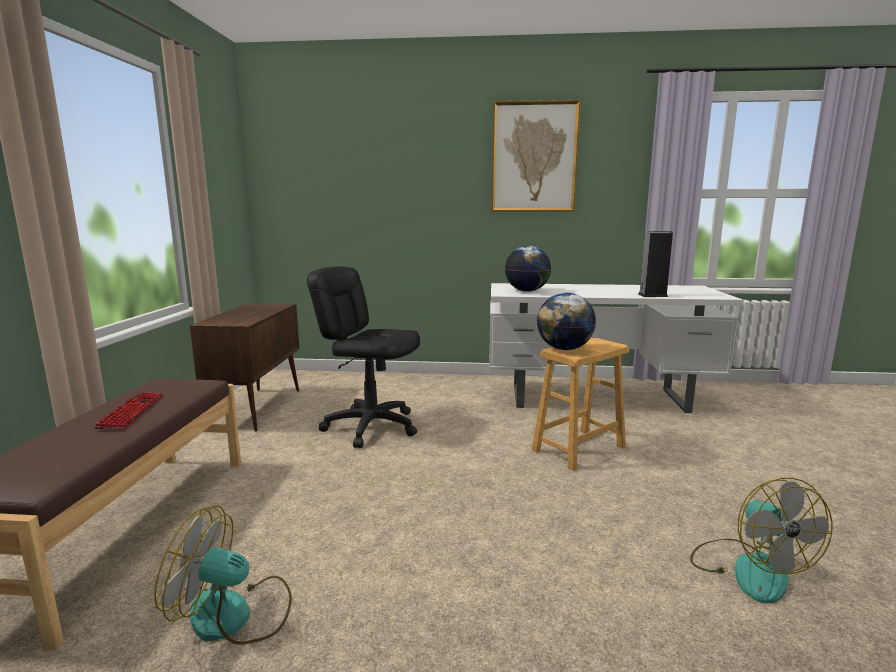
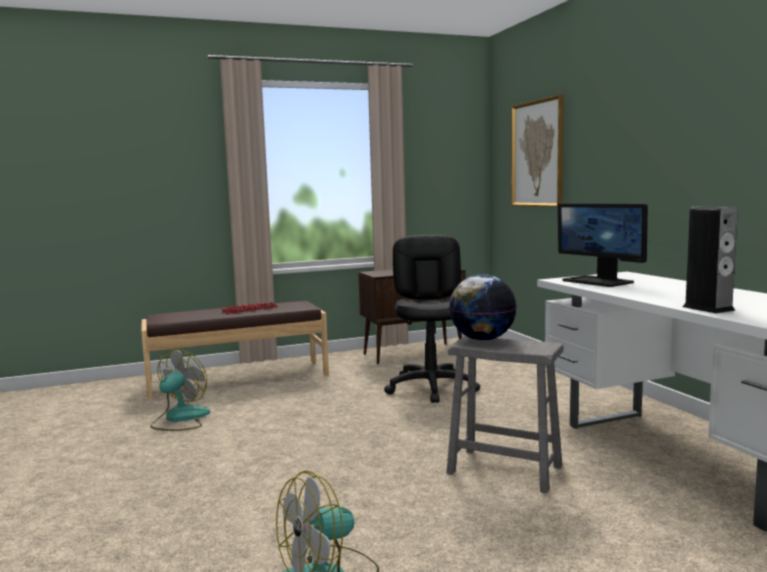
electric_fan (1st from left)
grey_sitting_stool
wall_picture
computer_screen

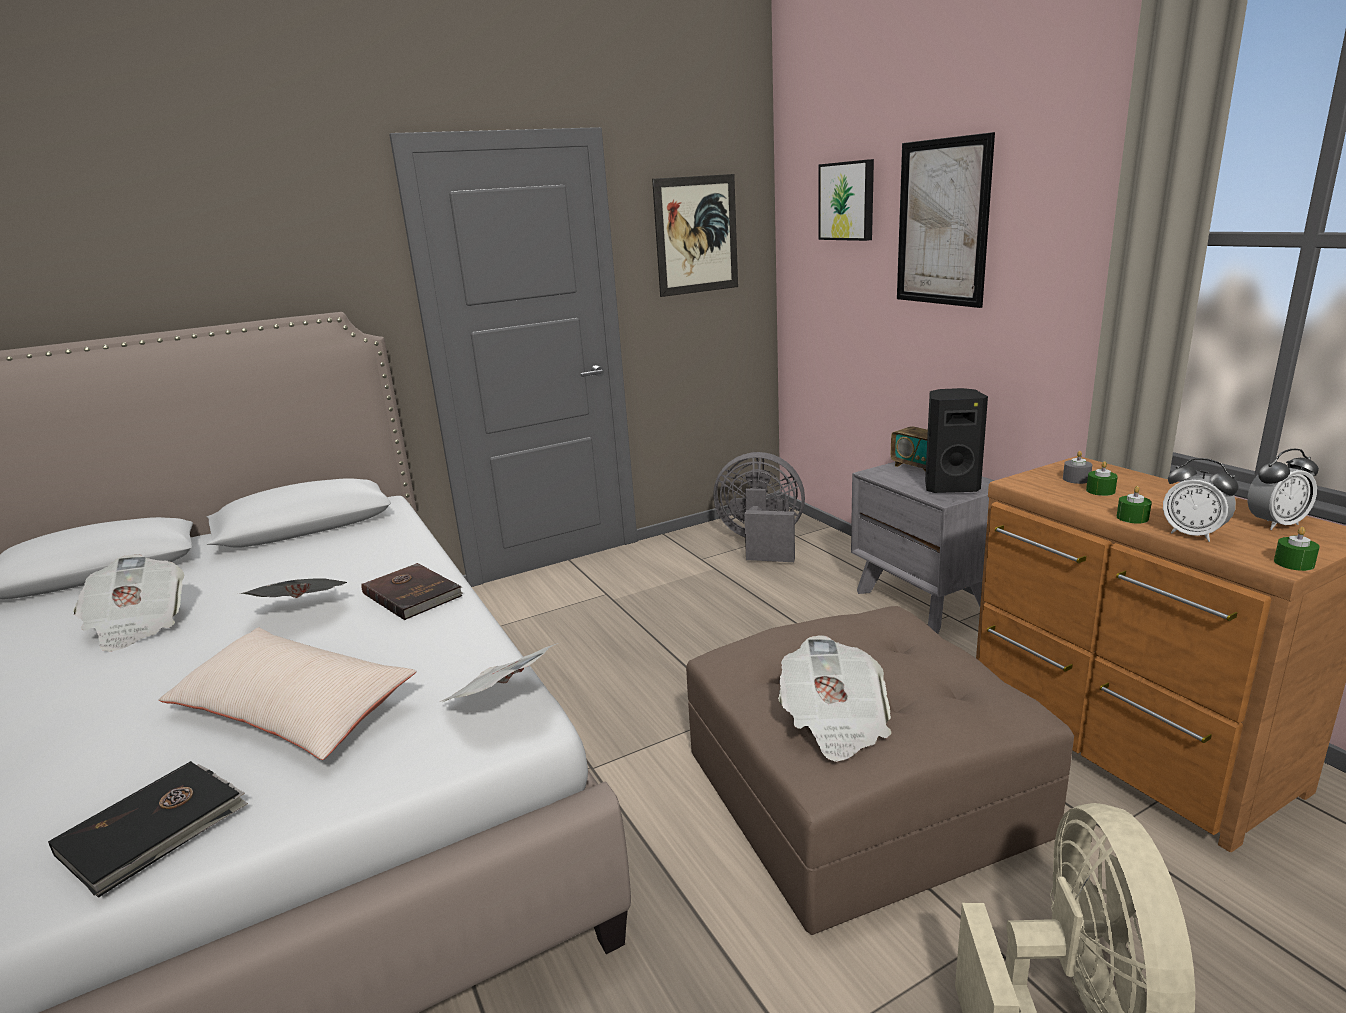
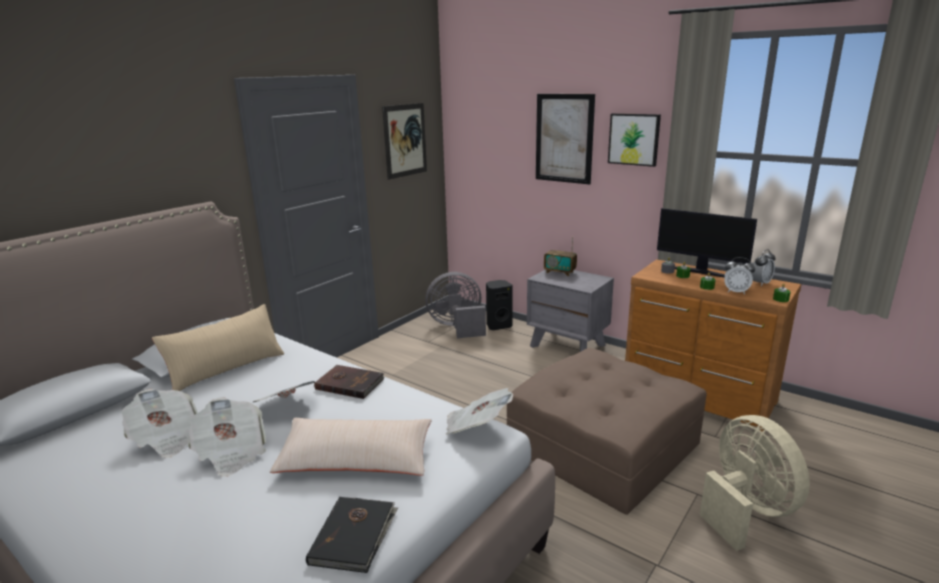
beige-coloured_throw_pillow (1st from left)
daily_paper (2nd from left)
blackish_loudspeaker
wall_picture (3rd from left)
computer_screen

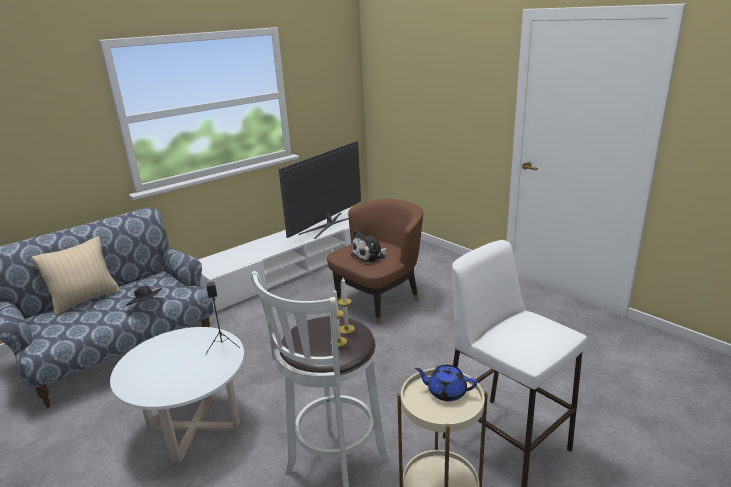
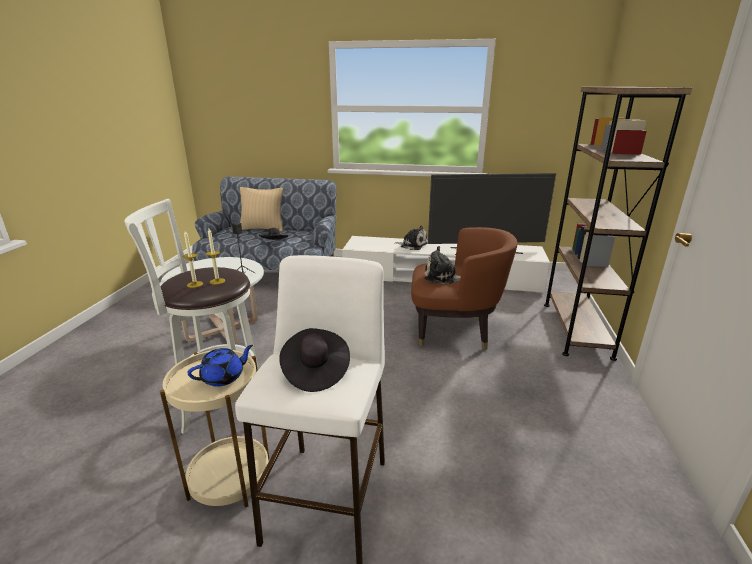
bluish_teapot
blackish_clothing_hat (2nd from left)
plush_toy (1st from left)
brownish_shelving_unit

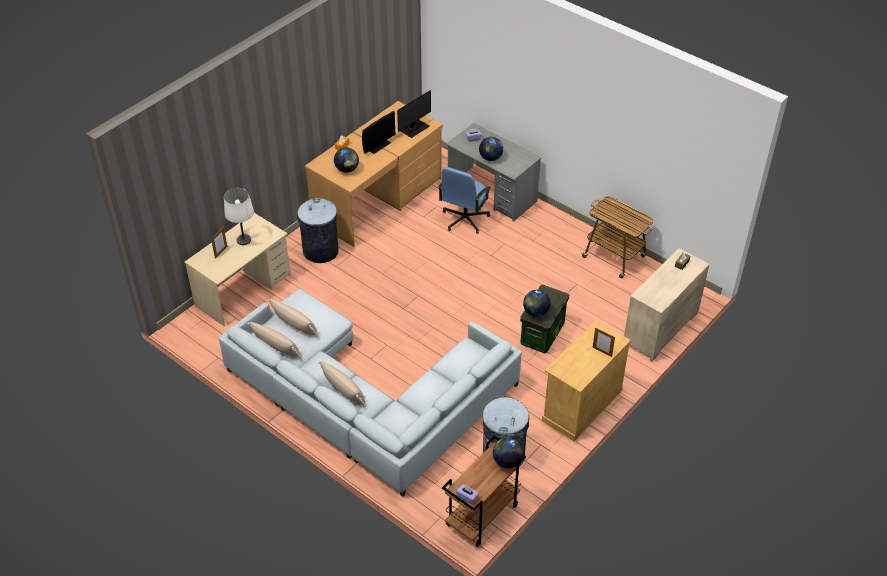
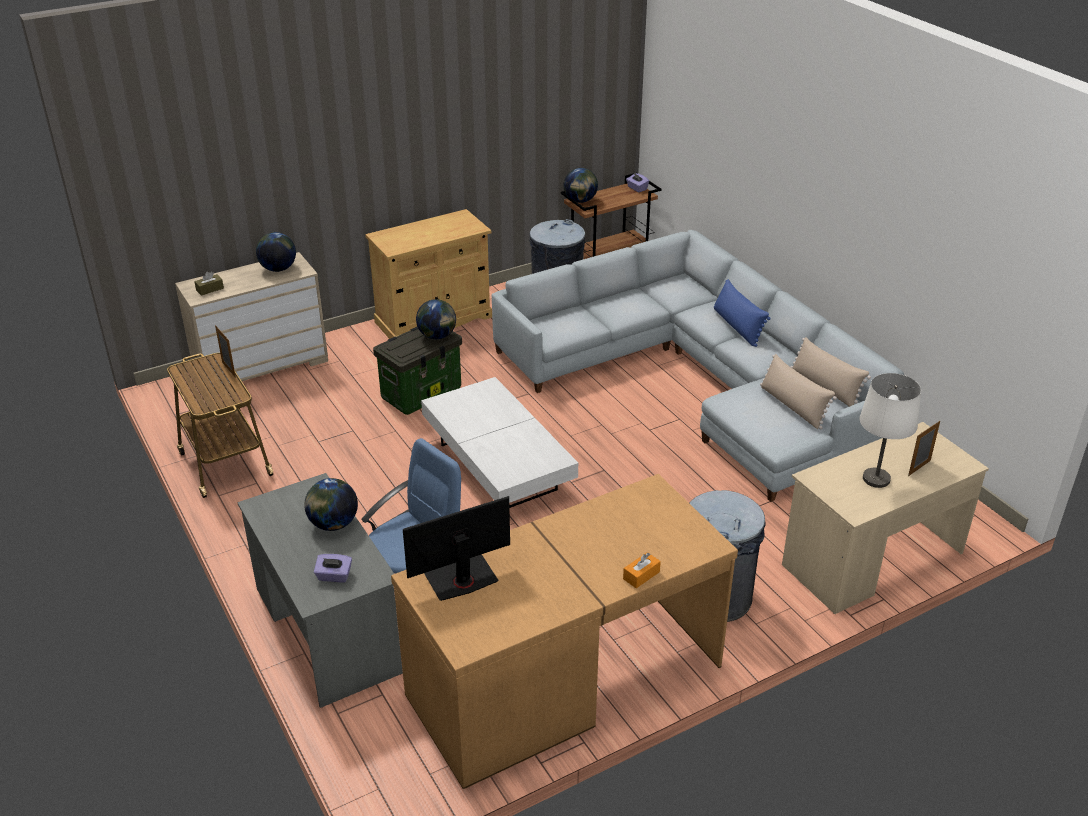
standing_frame (1st from left)
globe (1st from left)
white_coffee_table
bluish_throw_pillow
computer_screen (1st from left in the first image)

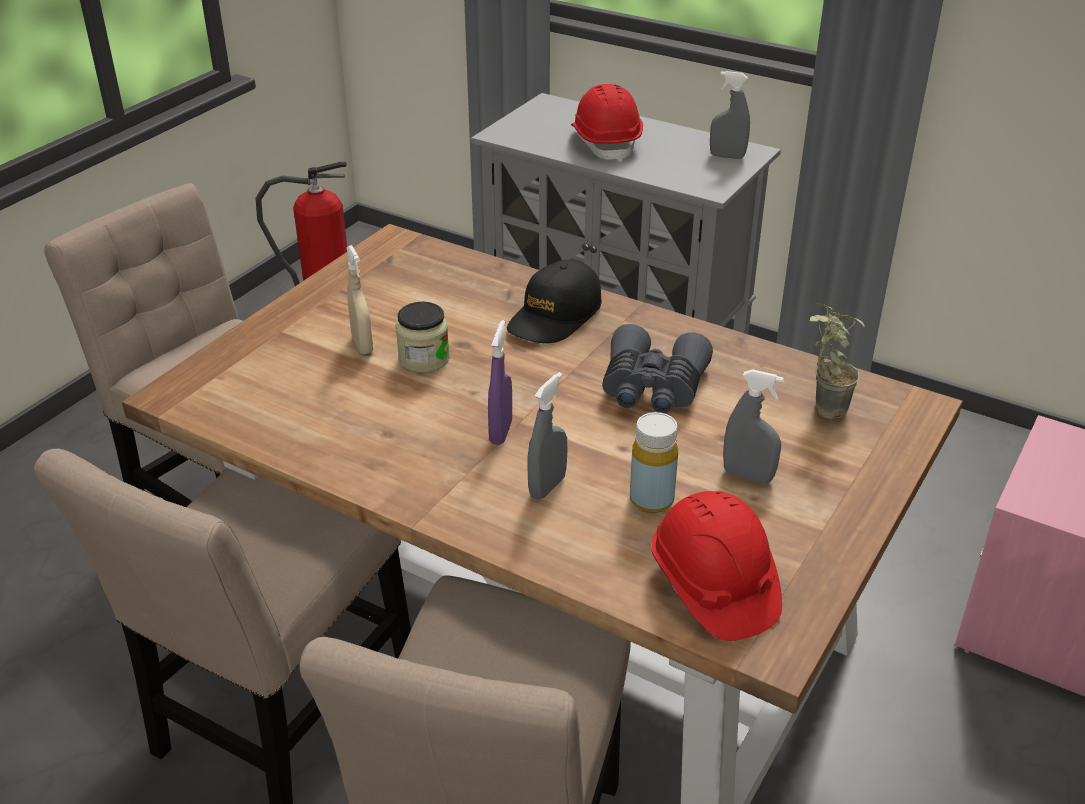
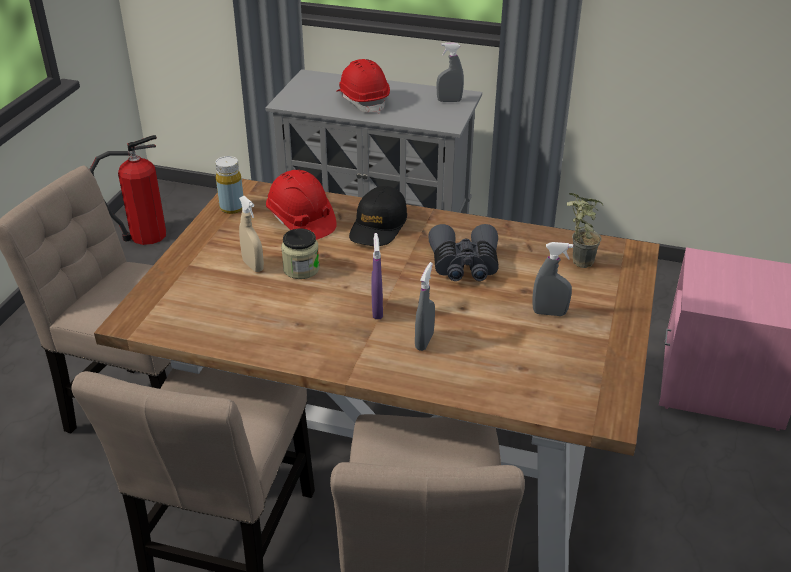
yellow_drink_bottle
red_safety_helmet (1st from left)

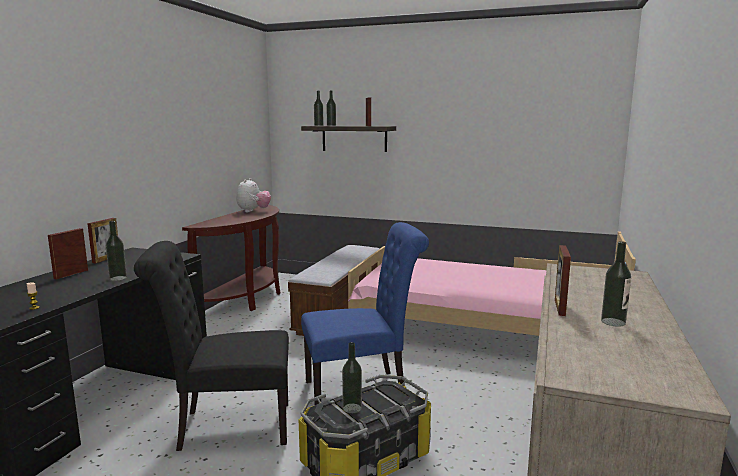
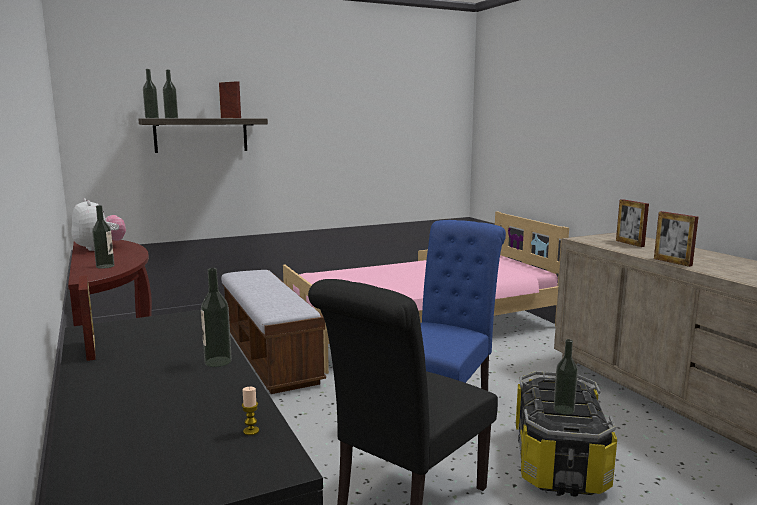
drink_bottle (1st from left)
standing_frame (3rd from left)

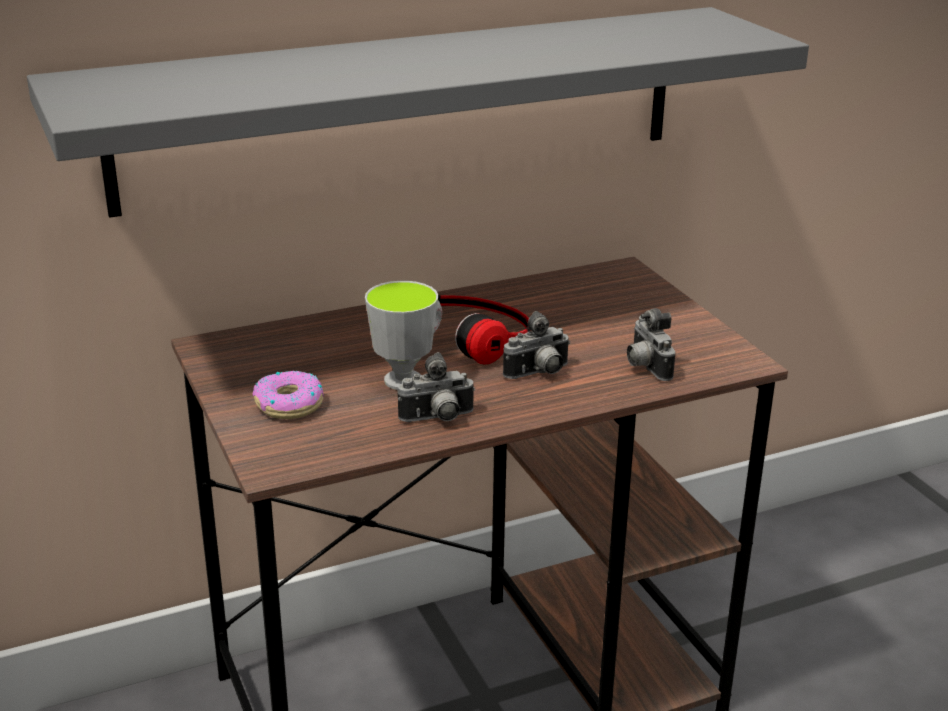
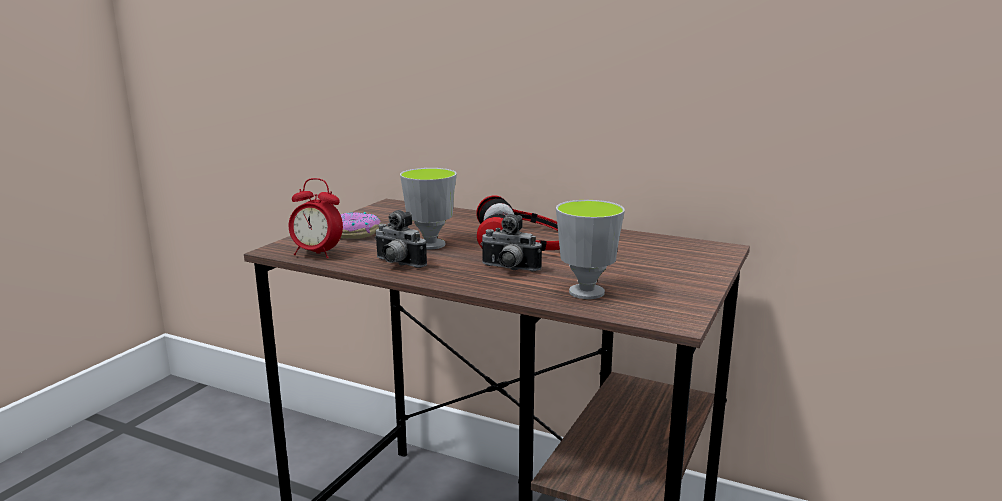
alarm_clock
drinking_cup (2nd from left)
grey_shelf

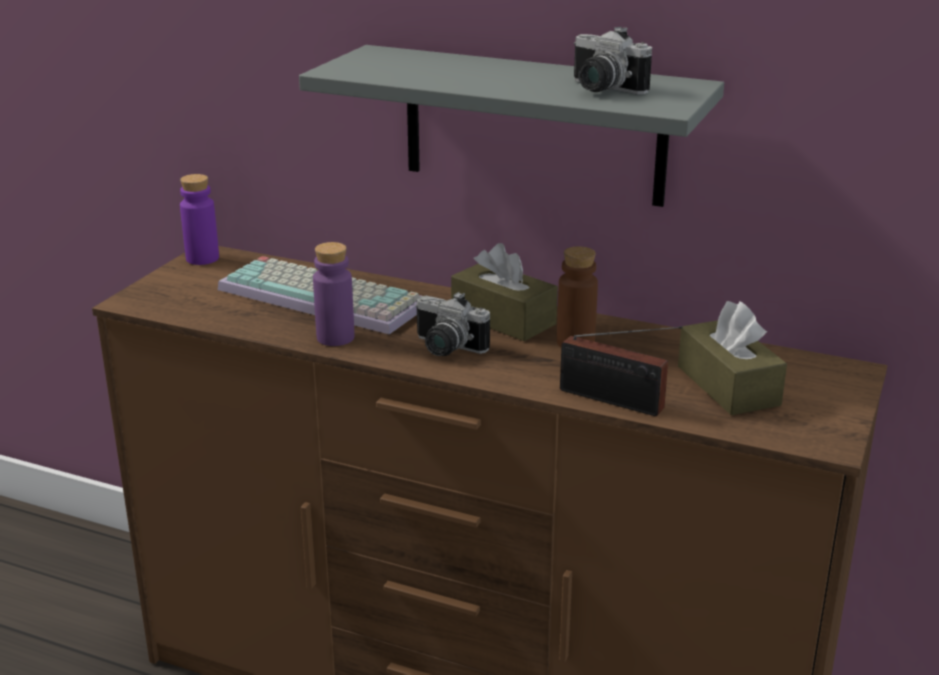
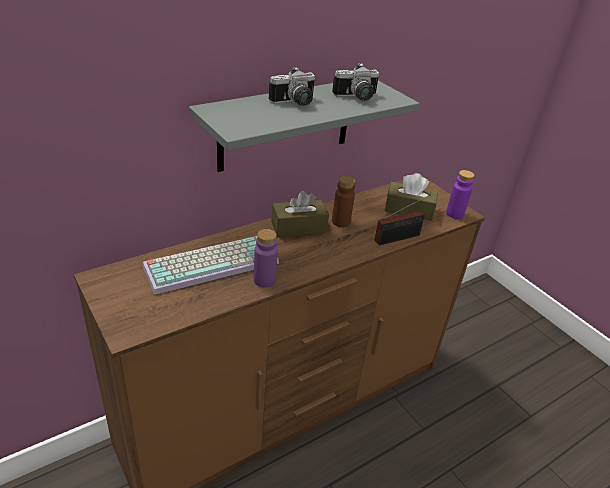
still_camera (1st from left)
purple-coloured_drink_bottle (2nd from left)

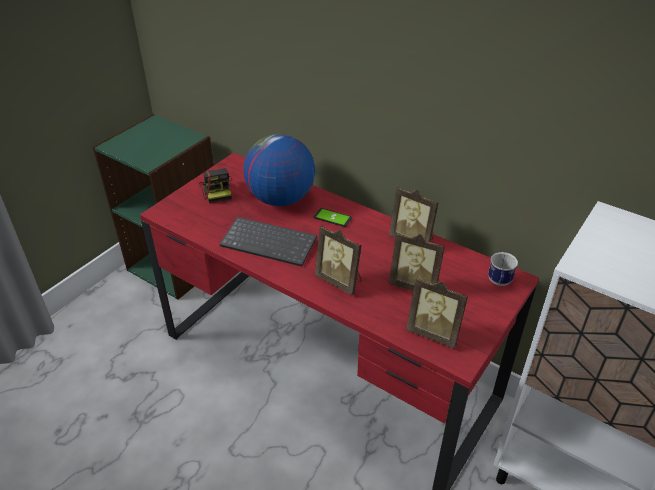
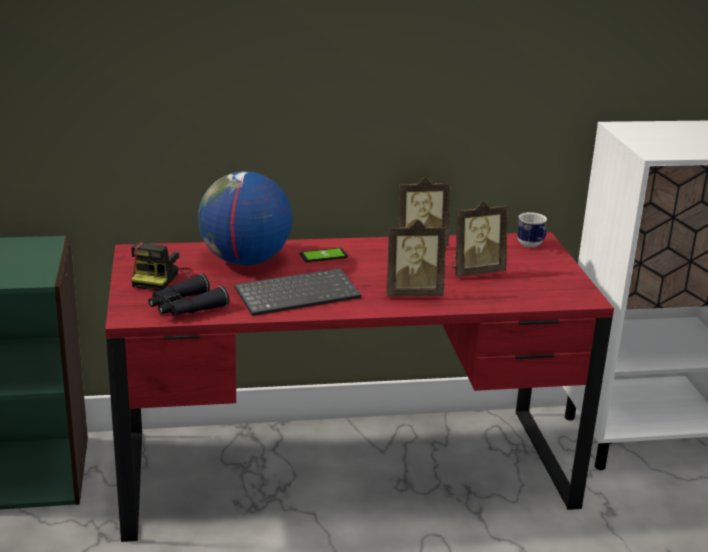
still_camera
blackish_binoculars
standing_frame (4th from left in the first image)

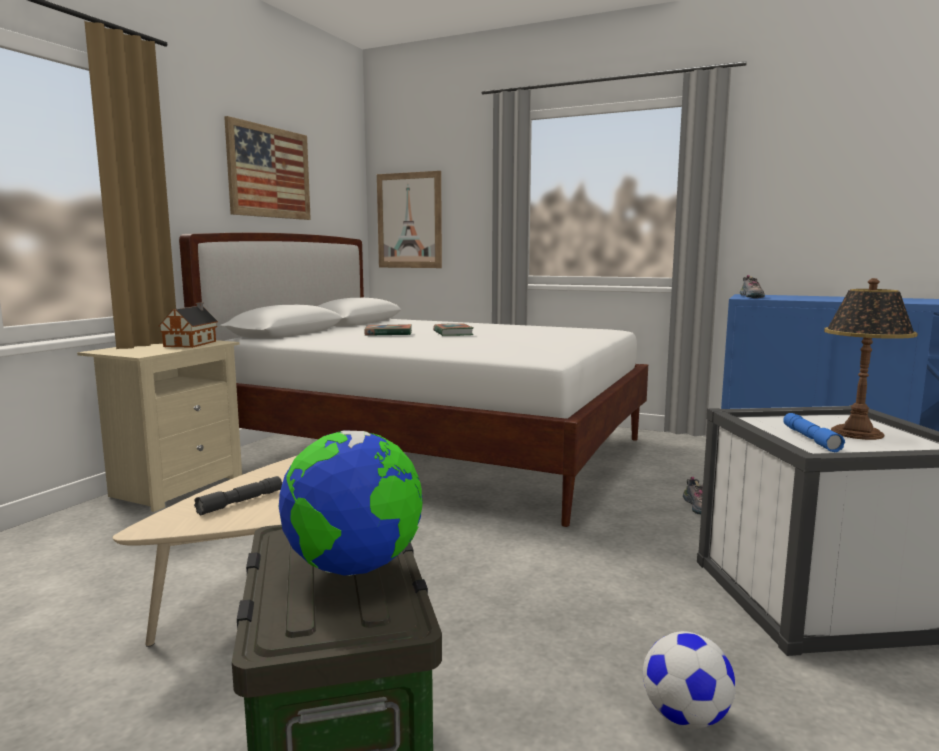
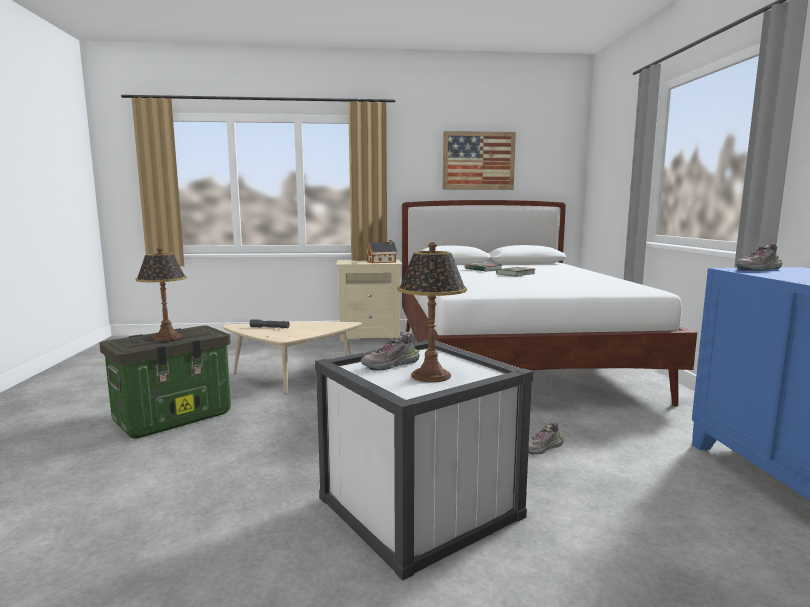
table_lamp (1st from left)
item_of_footwear (1st from left)
wall_picture (2nd from left in the first image)
football

